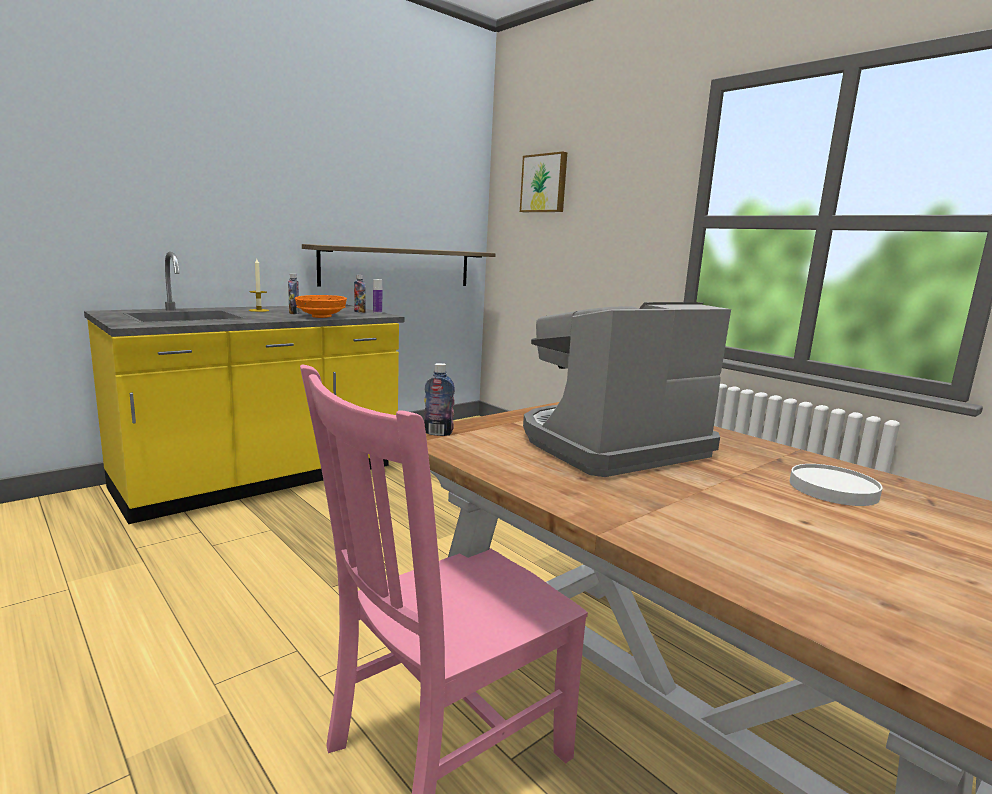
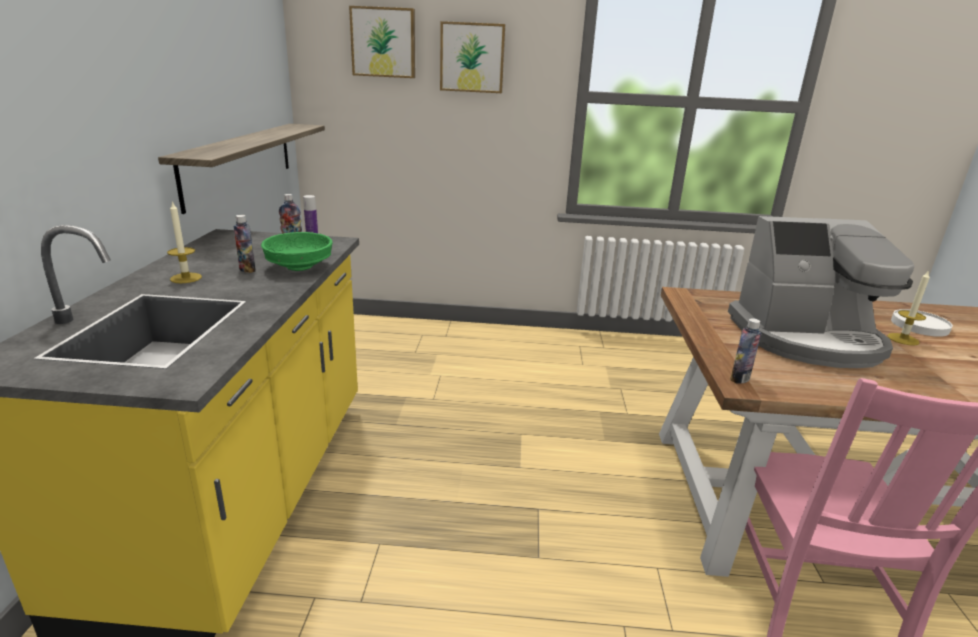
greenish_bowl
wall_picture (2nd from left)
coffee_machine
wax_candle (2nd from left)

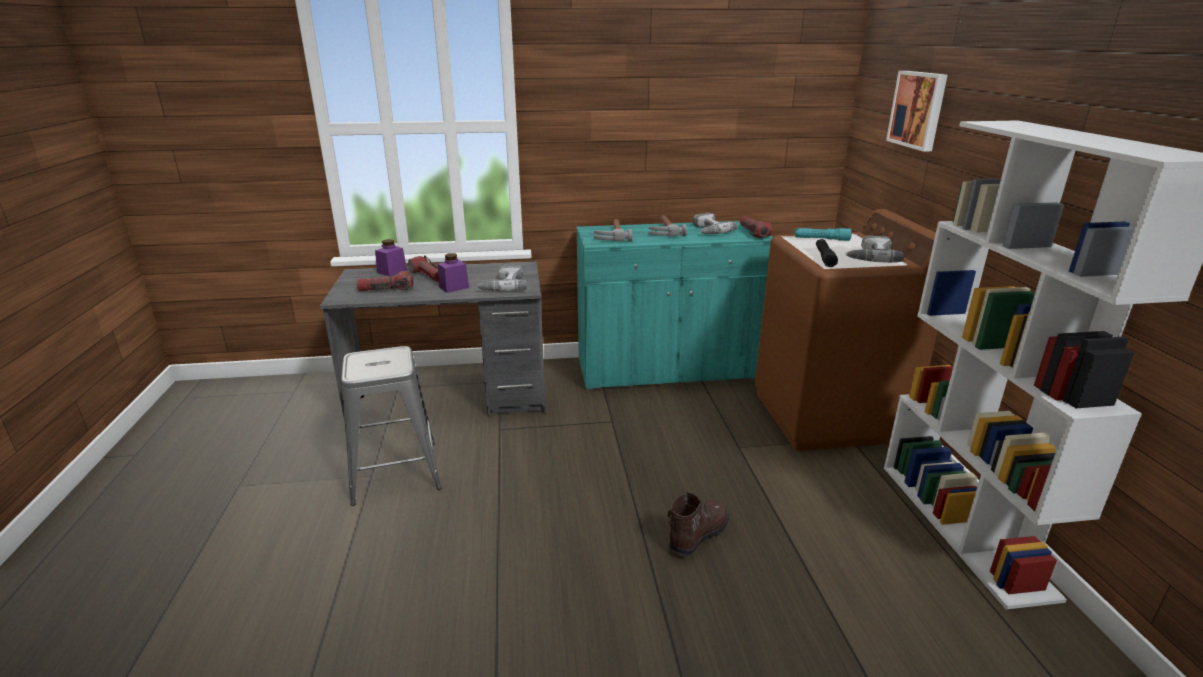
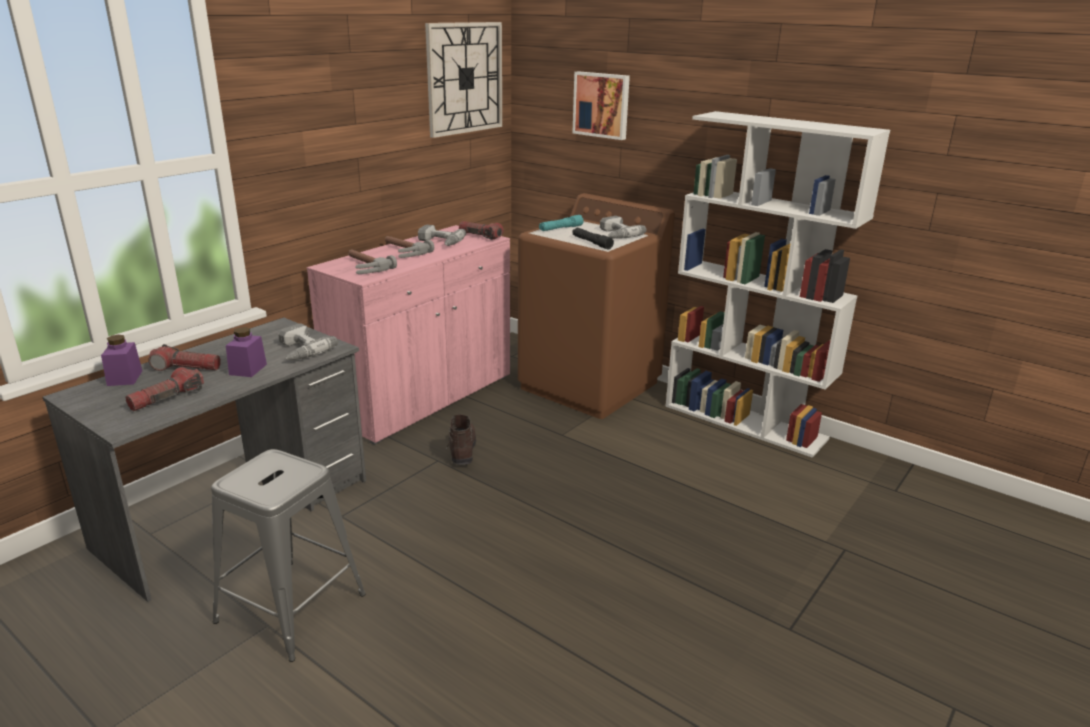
pink_cabinet
wall_clock
brownish_high-top_boot

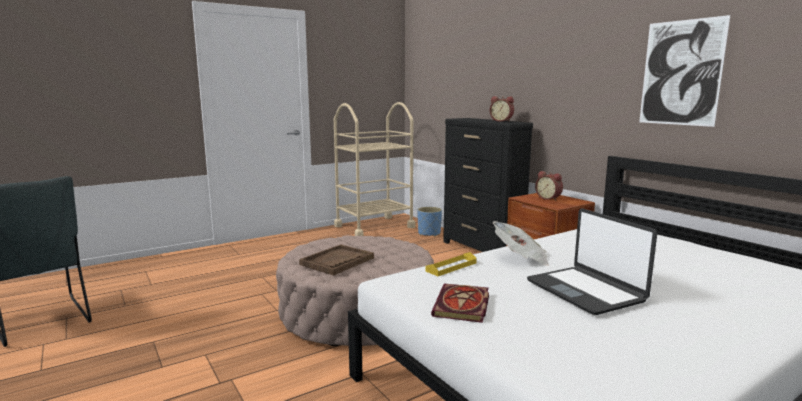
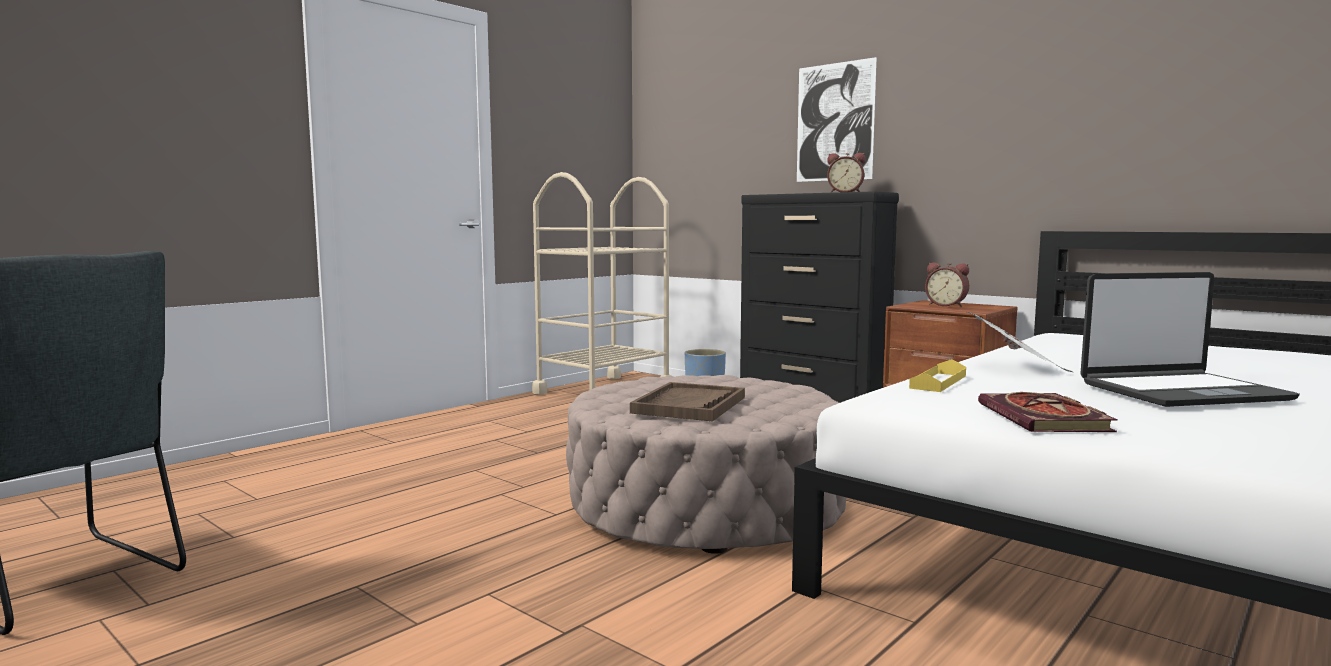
wall_picture
notebook_computer

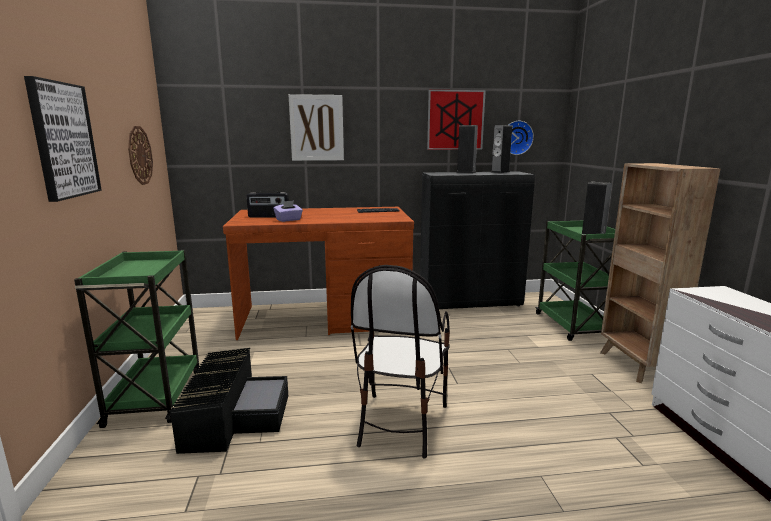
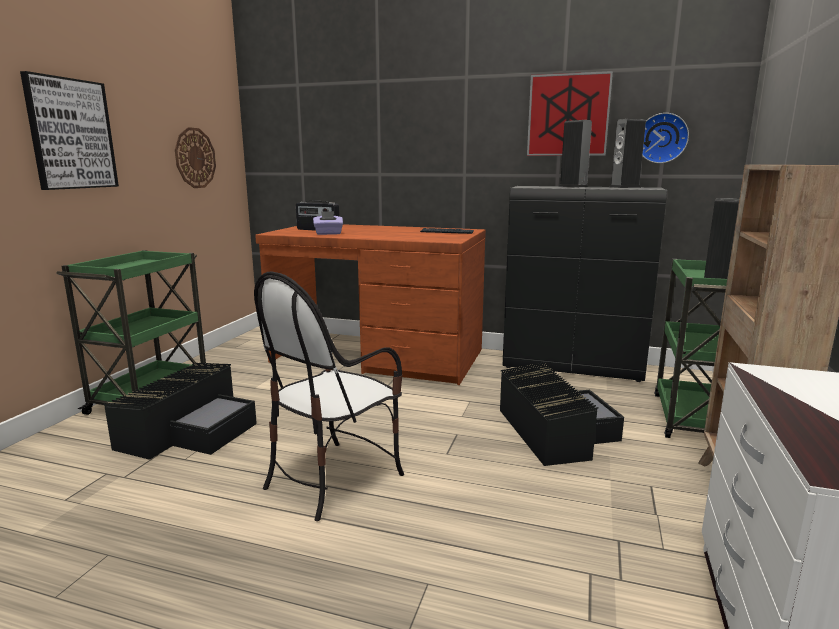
blackish_storage_container (2nd from left)
wall_picture (2nd from left in the first image)

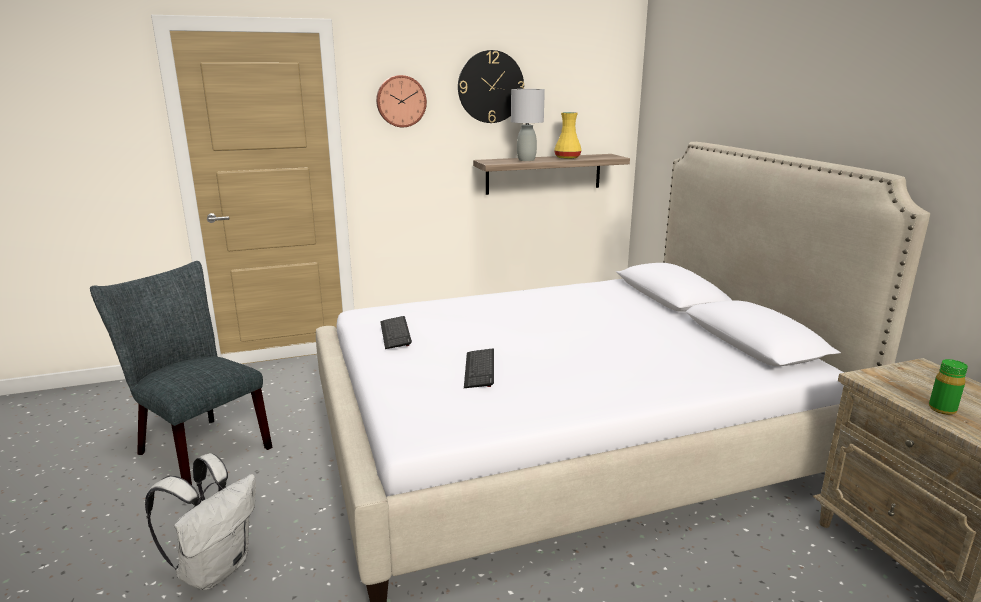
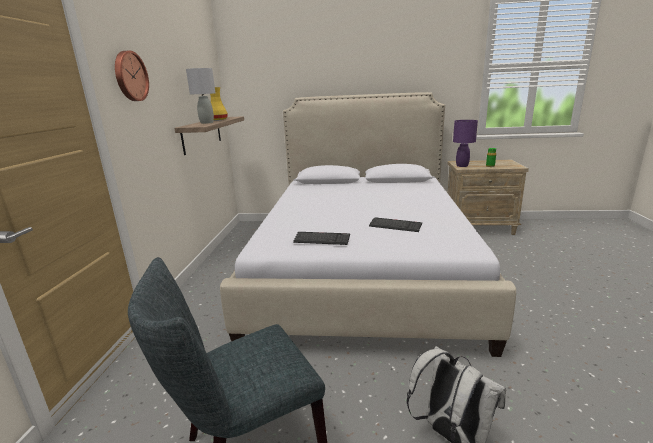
purple-coloured_table_lamp
wall_clock (2nd from left in the first image)

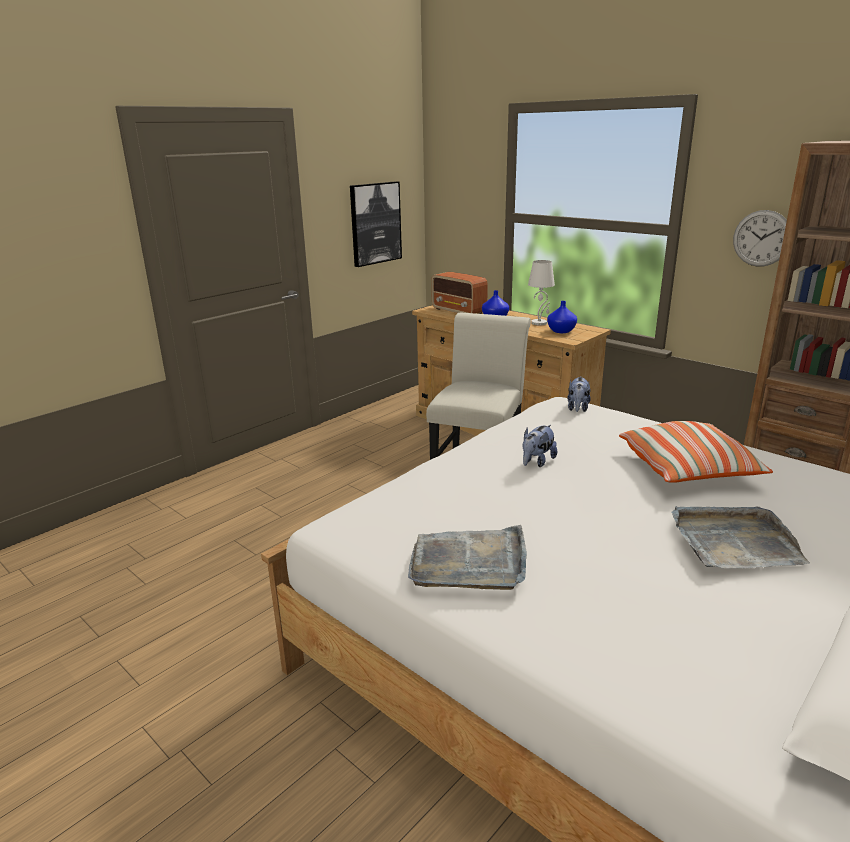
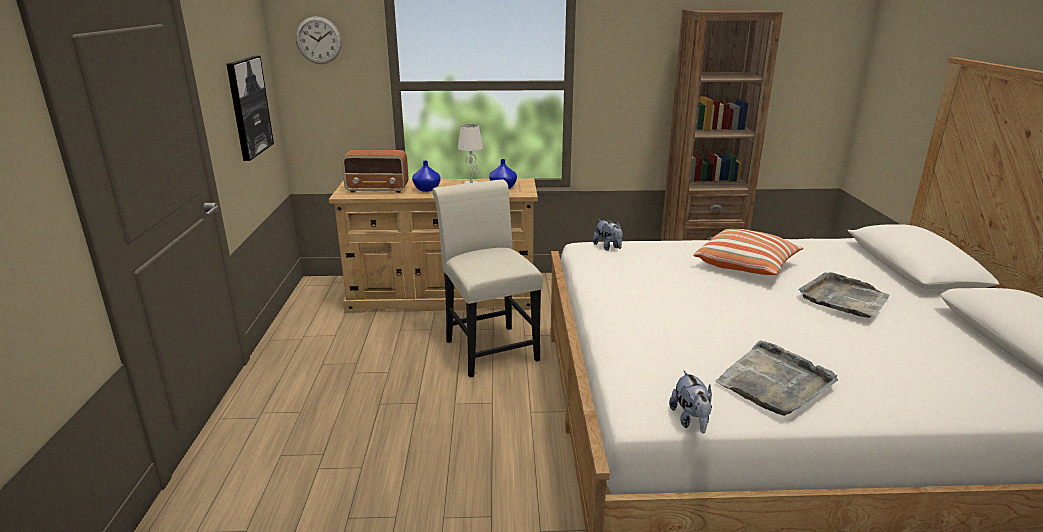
wall_clock
plush_toy (2nd from left)

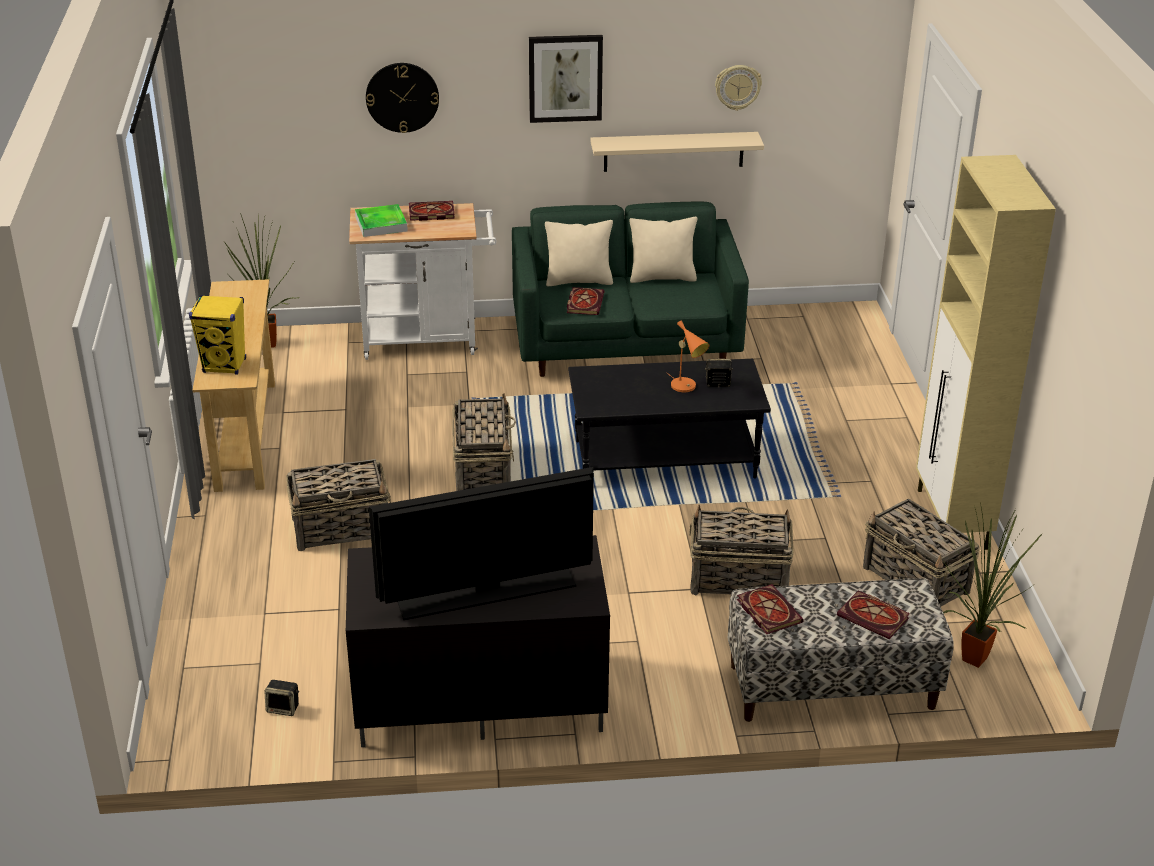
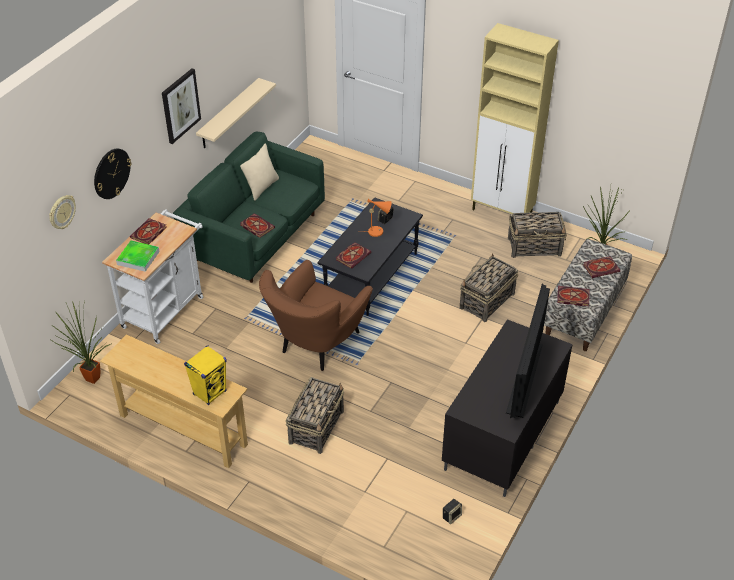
wall_clock (1st from left)
brownish_easy_chair
volume (3rd from left)
beige-coloured_throw_pillow (1st from left in the first image)

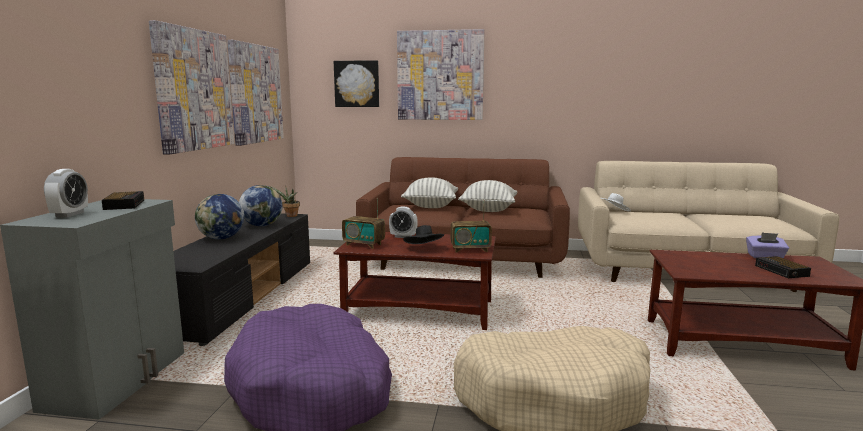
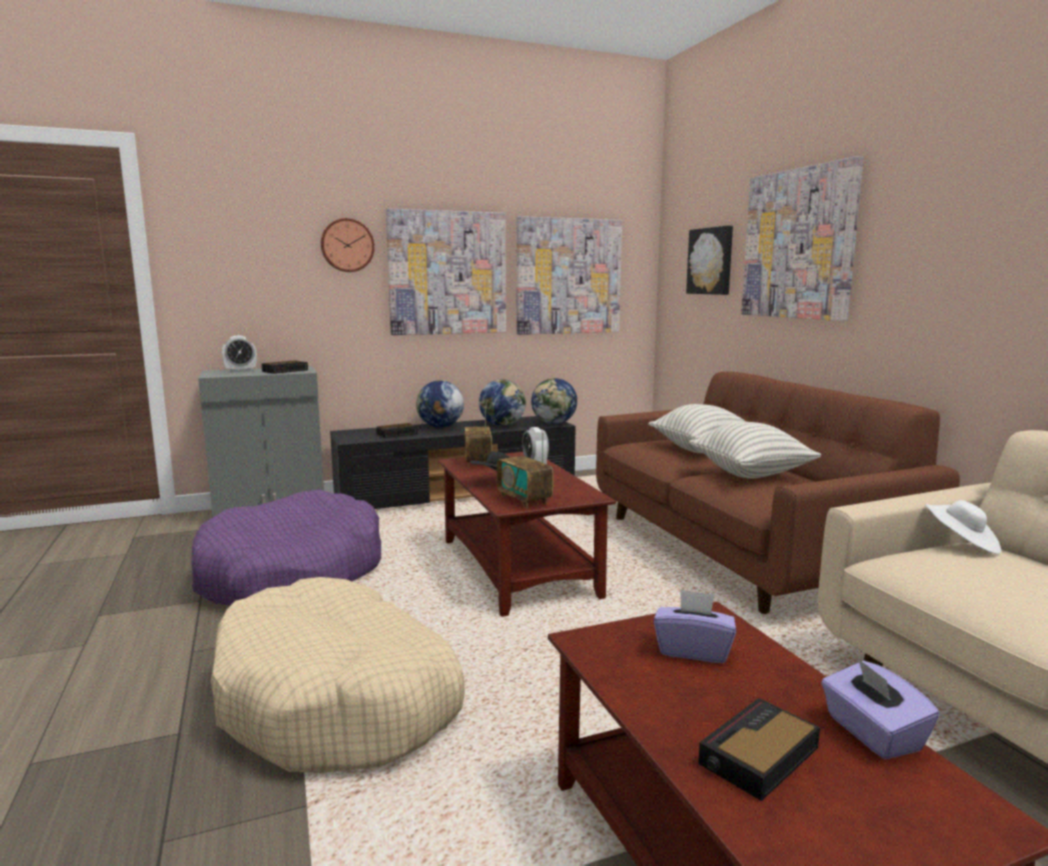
wall_clock
alarm_clock (3rd from left)
globe (3rd from left)
purple-coloured_tissue_box (1st from left)

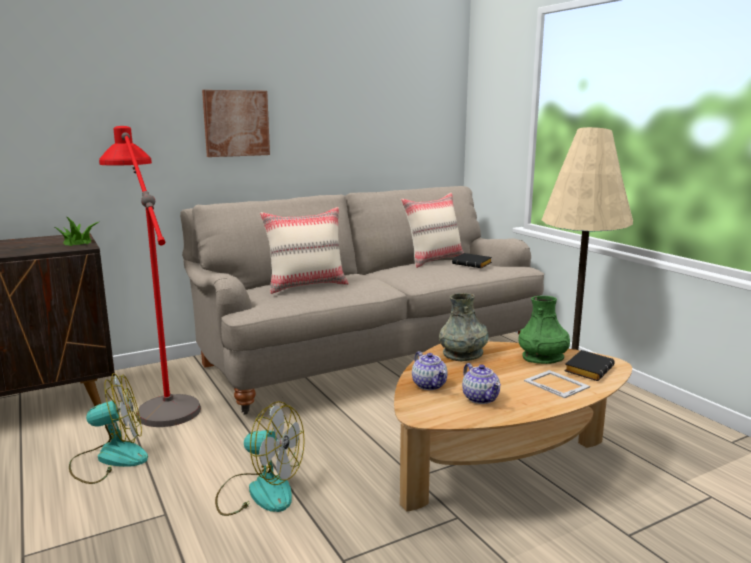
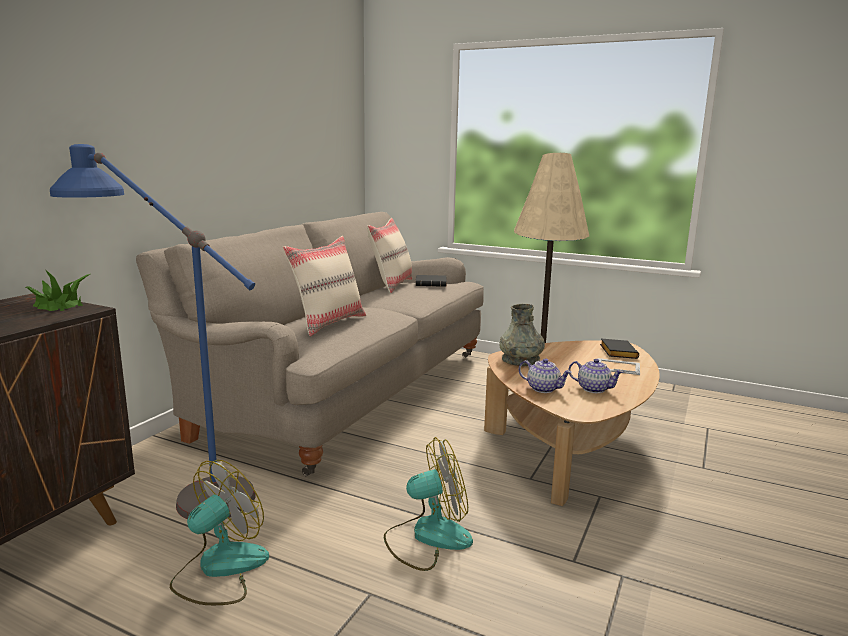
bluish_standard_lamp
wall_picture
greenish_vase

